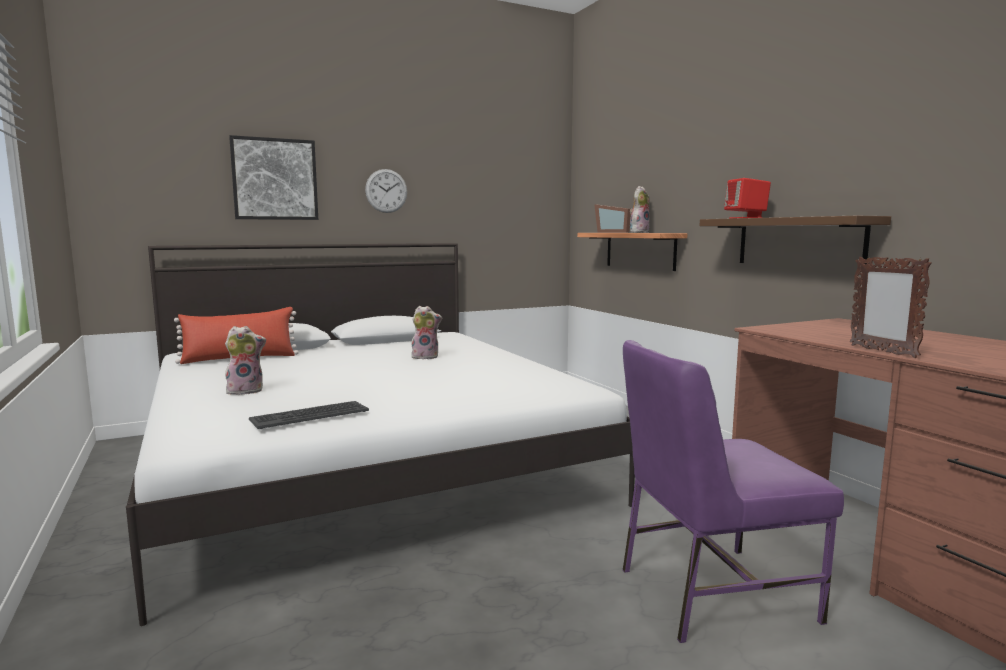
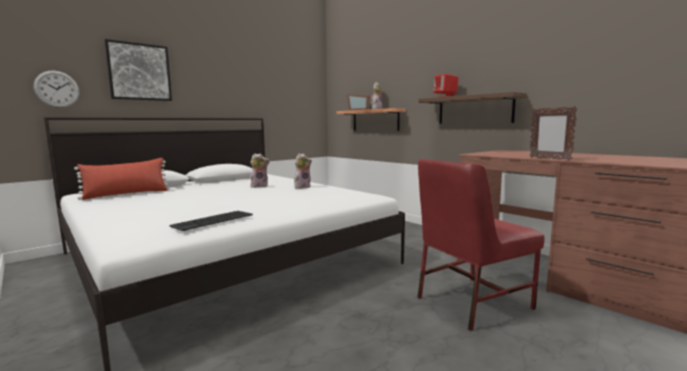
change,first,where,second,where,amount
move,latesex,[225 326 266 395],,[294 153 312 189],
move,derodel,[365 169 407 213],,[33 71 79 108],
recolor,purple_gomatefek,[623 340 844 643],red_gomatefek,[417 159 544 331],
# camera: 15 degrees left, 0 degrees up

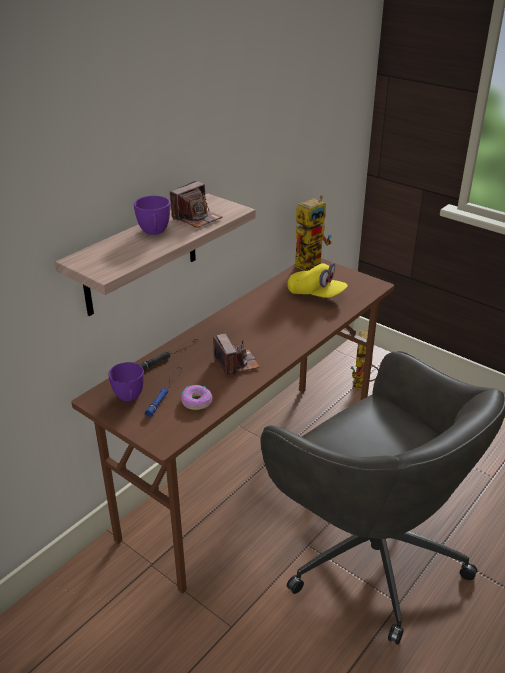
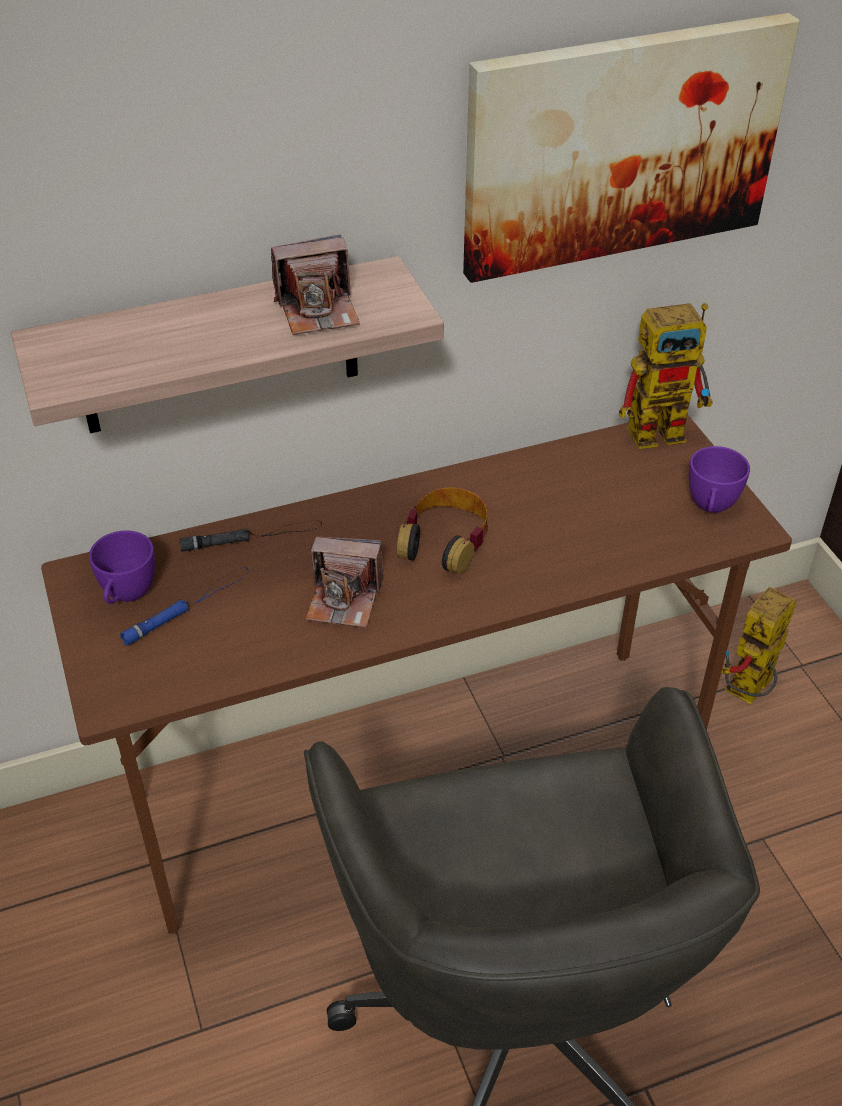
change,first,where,second,where,amount
move,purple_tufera,[134 196 170 235],,[689 446 750 513],
delete,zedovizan,[181 385 213 410],,,
rotate,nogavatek,[213 334 260 376],,[306 536 383 628],90 degrees clockwise
delete,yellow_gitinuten,[287 263 348 298],,,
insert,,,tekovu,[397 487 488 574],
insert,,,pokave,[463 13 800 283],
# camera: 30 degrees right, 10 degrees up

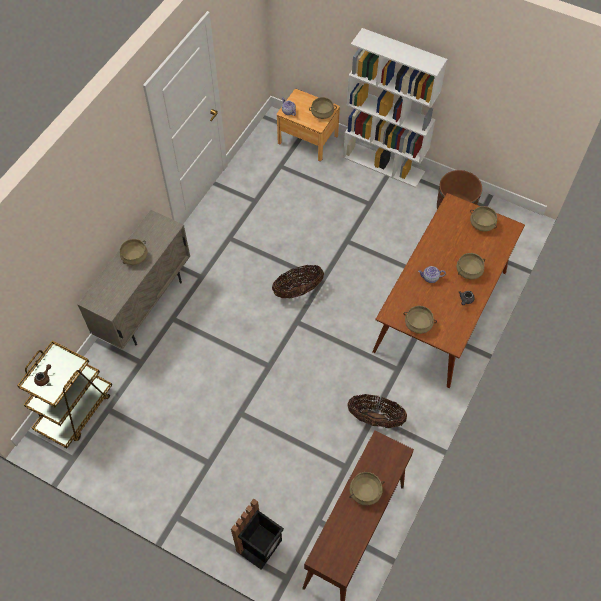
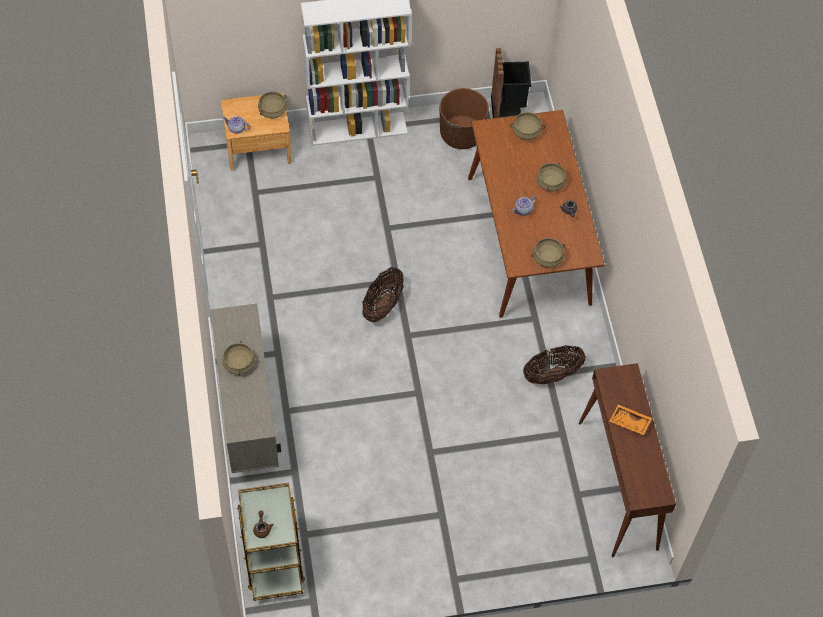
change,first,where,second,where,amount
move,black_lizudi,[231 498 284 570],,[491 48 531 118],
replace,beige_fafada,[349 472 385 505],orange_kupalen,[609 405 652 435],
# camera: 40 degrees left, 0 degrees up

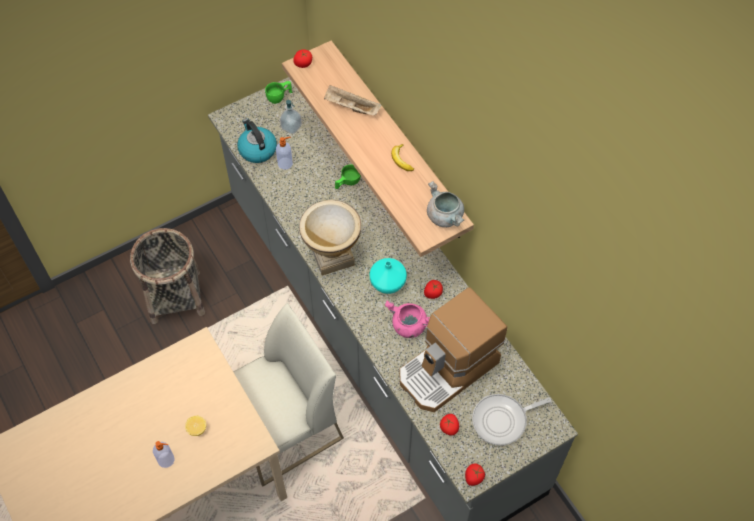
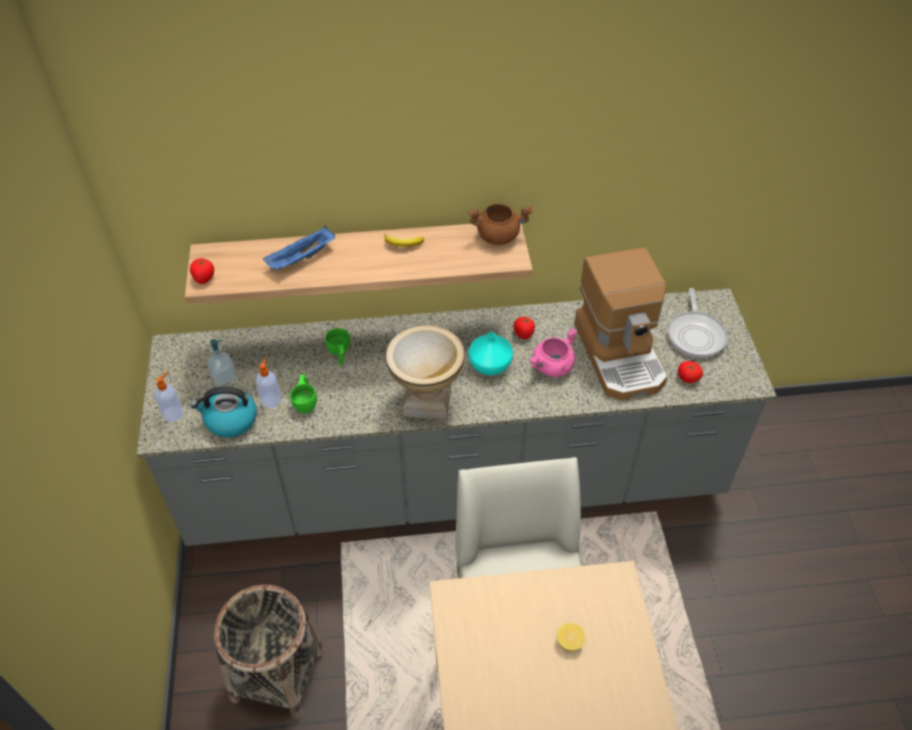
change,first,where,second,where,amount
move,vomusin,[153 441 174 468],,[155 371 183 422],
move,green_tufera,[265 81 292 104],,[290 374 317 413],
recolor,beige_kupalen,[324 85 382 116],blue_kupalen,[263 226 335 271],
recolor,grey_fafada,[427 181 464 227],brown_fafada,[468 204 533 245],
delete,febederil,[465 463 485 486],,,
# camera: 65 degrees left, 10 degrees down

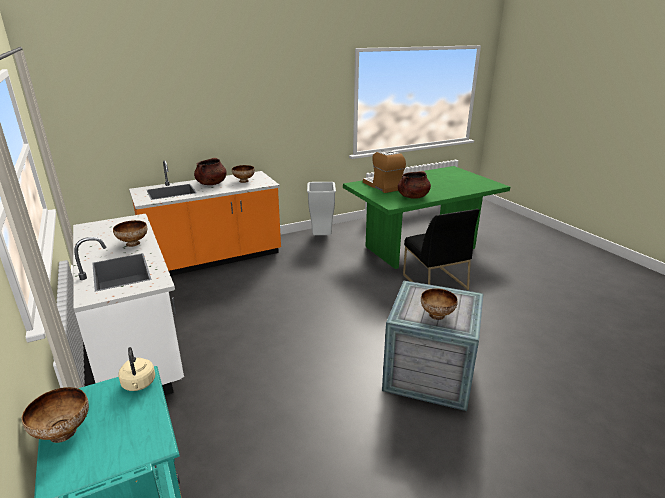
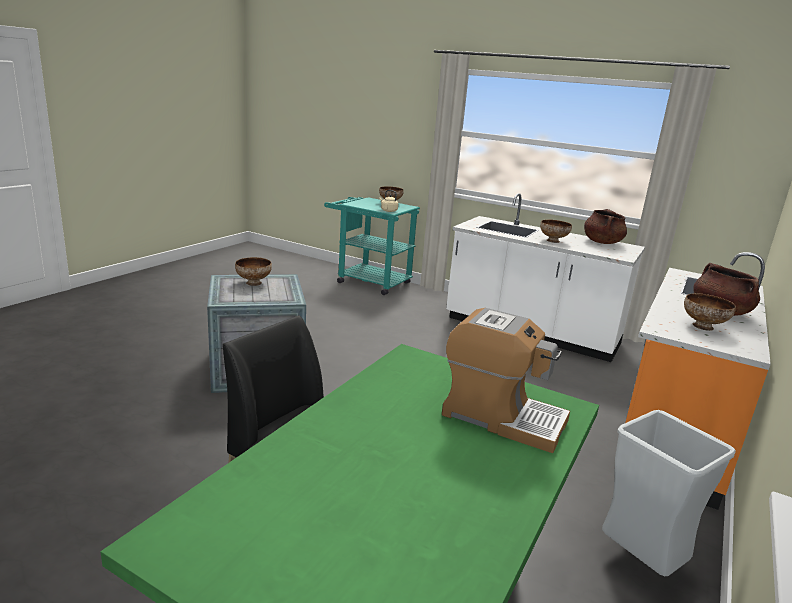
change,first,where,second,where,amount
move,brown_fafada,[398 171 431 199],,[584 209 627 244],
# camera: 145 degrees right, 5 degrees down

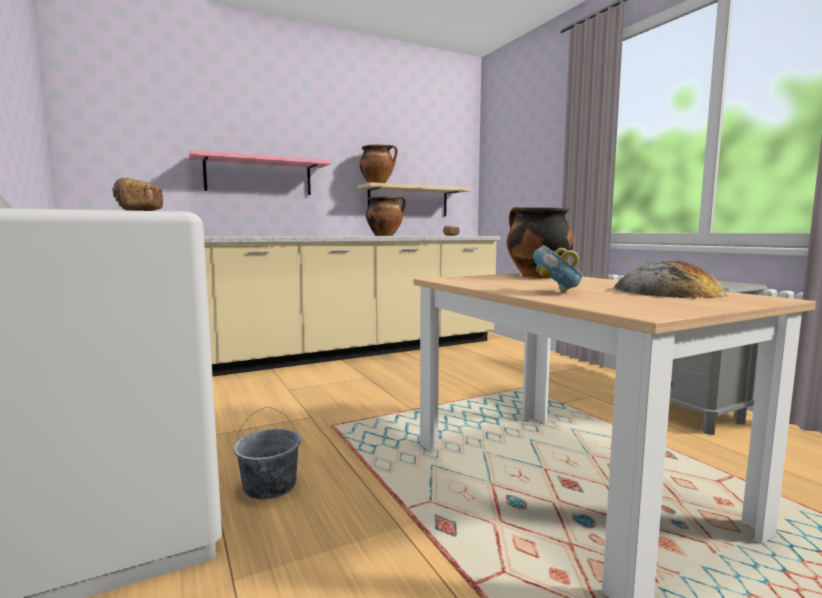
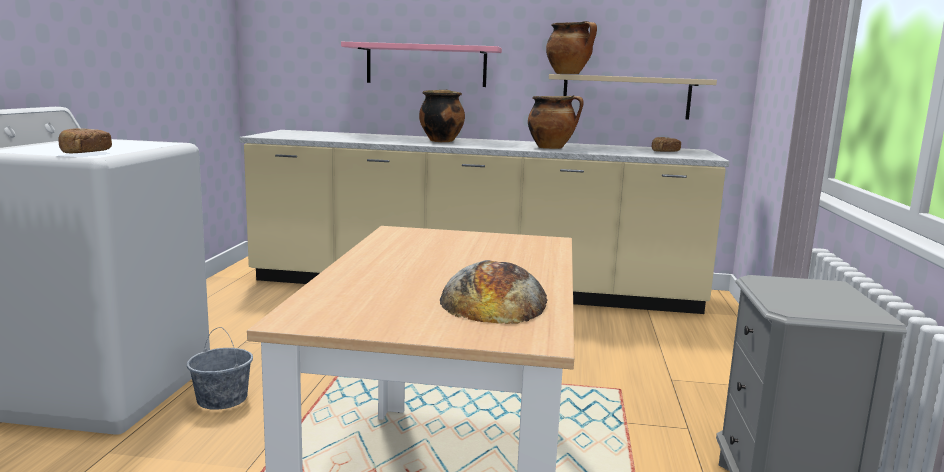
change,first,where,second,where,amount
move,fafada,[507 207 574 278],,[419 90 465 142],
delete,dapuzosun,[533 245 583 292],,,
# camera: 35 degrees right, 5 degrees up

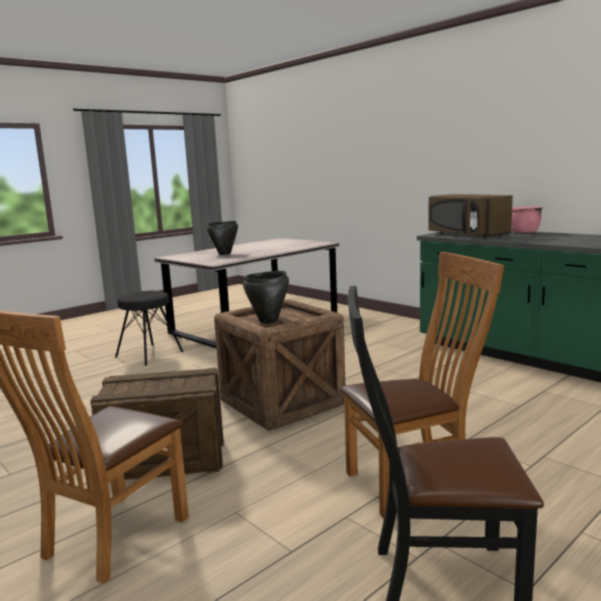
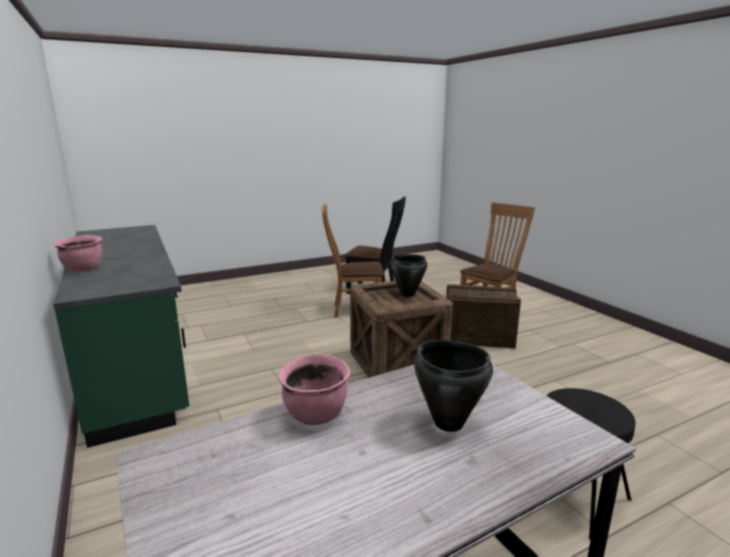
change,first,where,second,where,amount
delete,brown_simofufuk,[428 194 513 238],,,
insert,,,pink_fafada,[279 354 350 425],
# camera: 165 degrees left, 5 degrees up

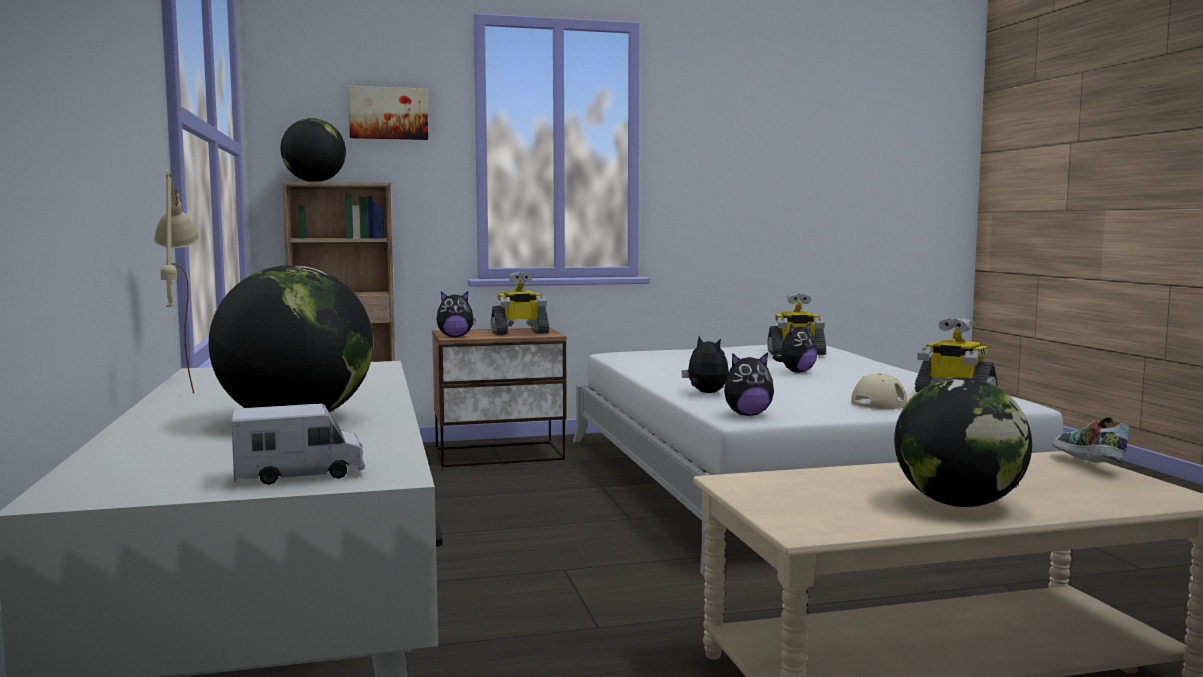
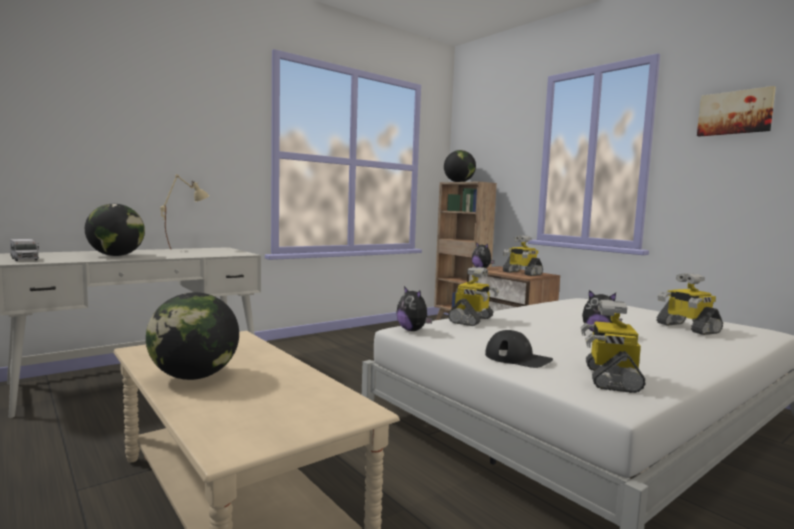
change,first,where,second,where,amount
move,pokave,[348 86 428 140],,[697 86 776 137],
replace,latesex,[681 336 729 393],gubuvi,[448 267 499 326],
recolor,beige_gitinuten,[851 373 914 409],black_gitinuten,[485 330 553 368],
delete,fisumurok,[1052 417 1130 464],,,
# camera: 65 degrees right, 0 degrees up

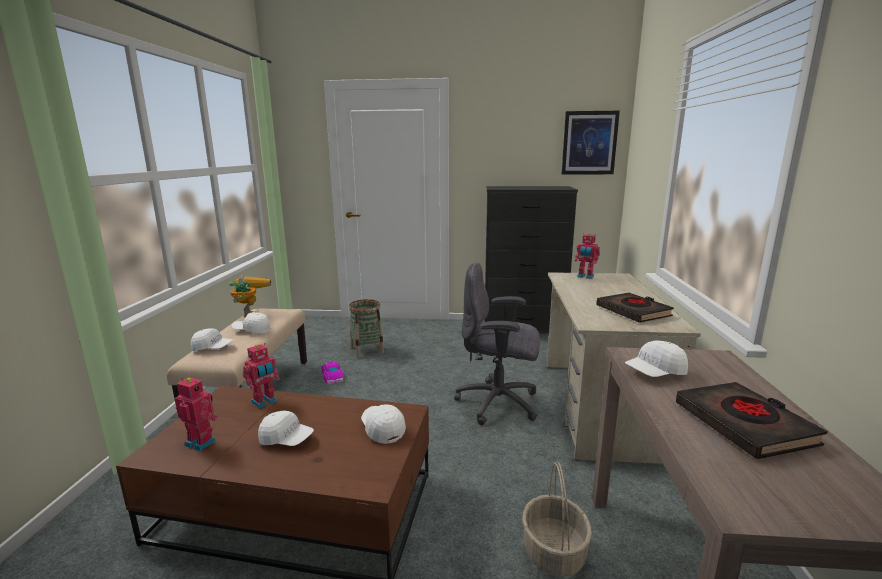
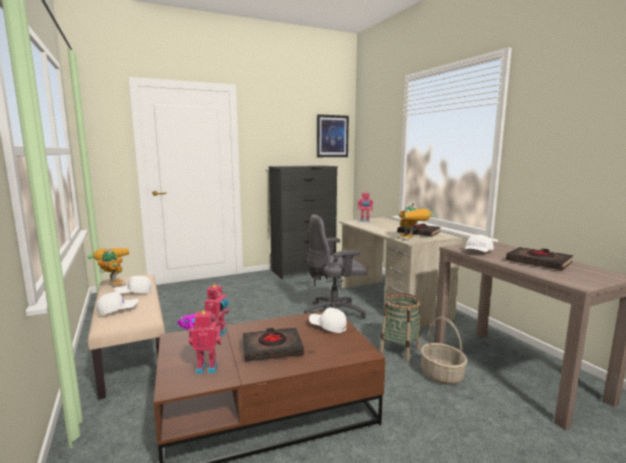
change,first,where,second,where,amount
replace,white_gitinuten,[258 411 314 446],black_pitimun,[243 327 304 361],
move,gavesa,[349 299 384 358],,[380 293 421 361],
insert,,,gubuvi,[397 201 434 241],
# camera: 30 degrees left, 5 degrees down

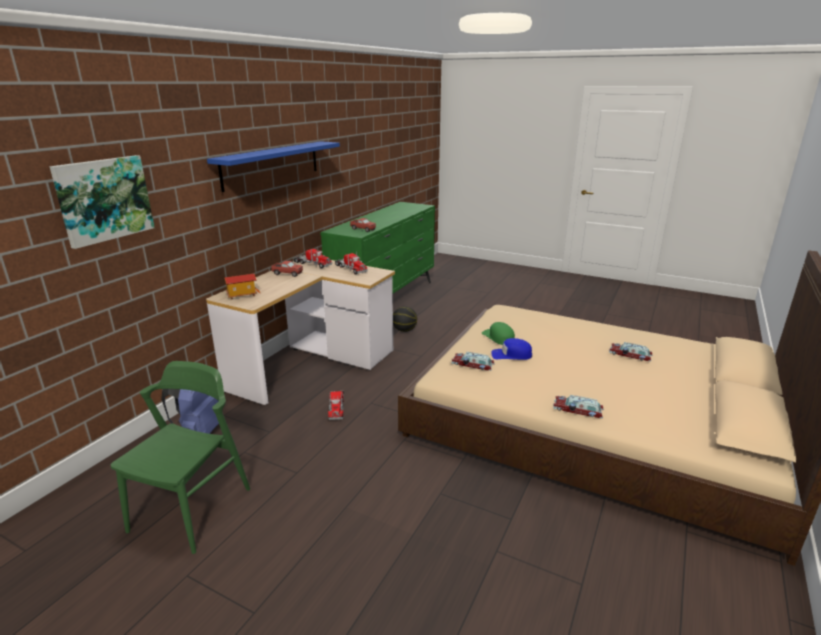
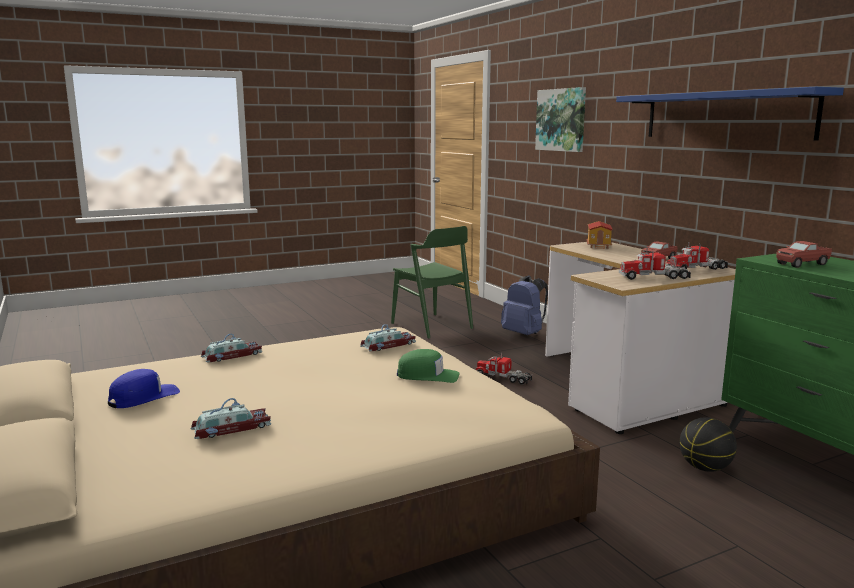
change,first,where,second,where,amount
move,blue_gitinuten,[491 338 532 360],,[108 369 180 408],
# camera: 125 degrees right, 10 degrees down

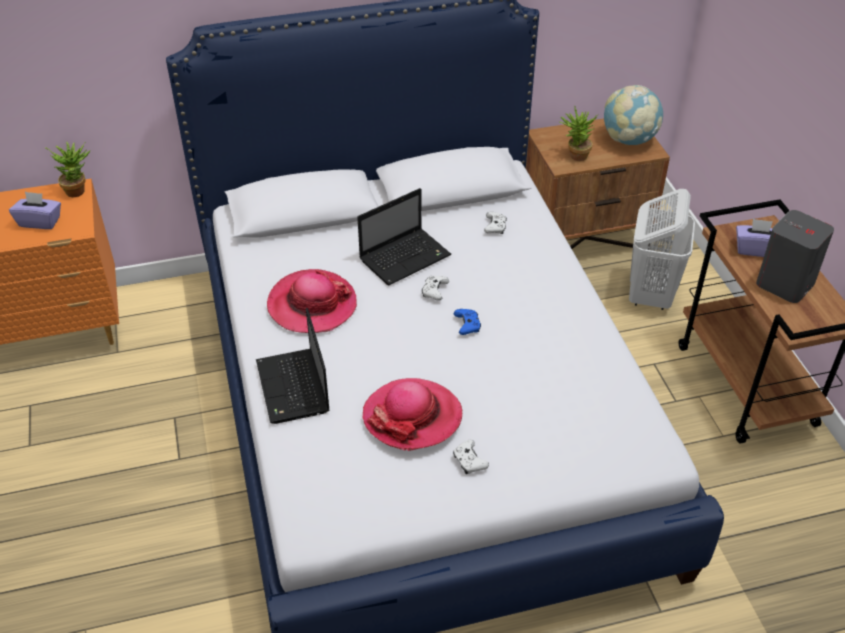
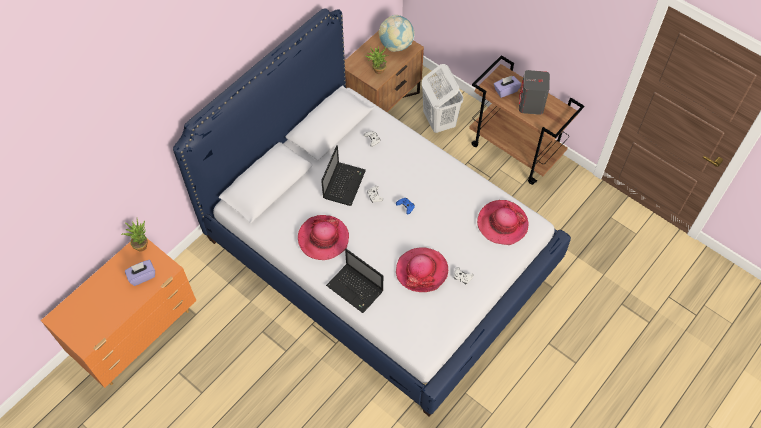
change,first,where,second,where,amount
insert,,,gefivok,[477 200 529 245],
# camera: 35 degrees left, 15 degrees up

